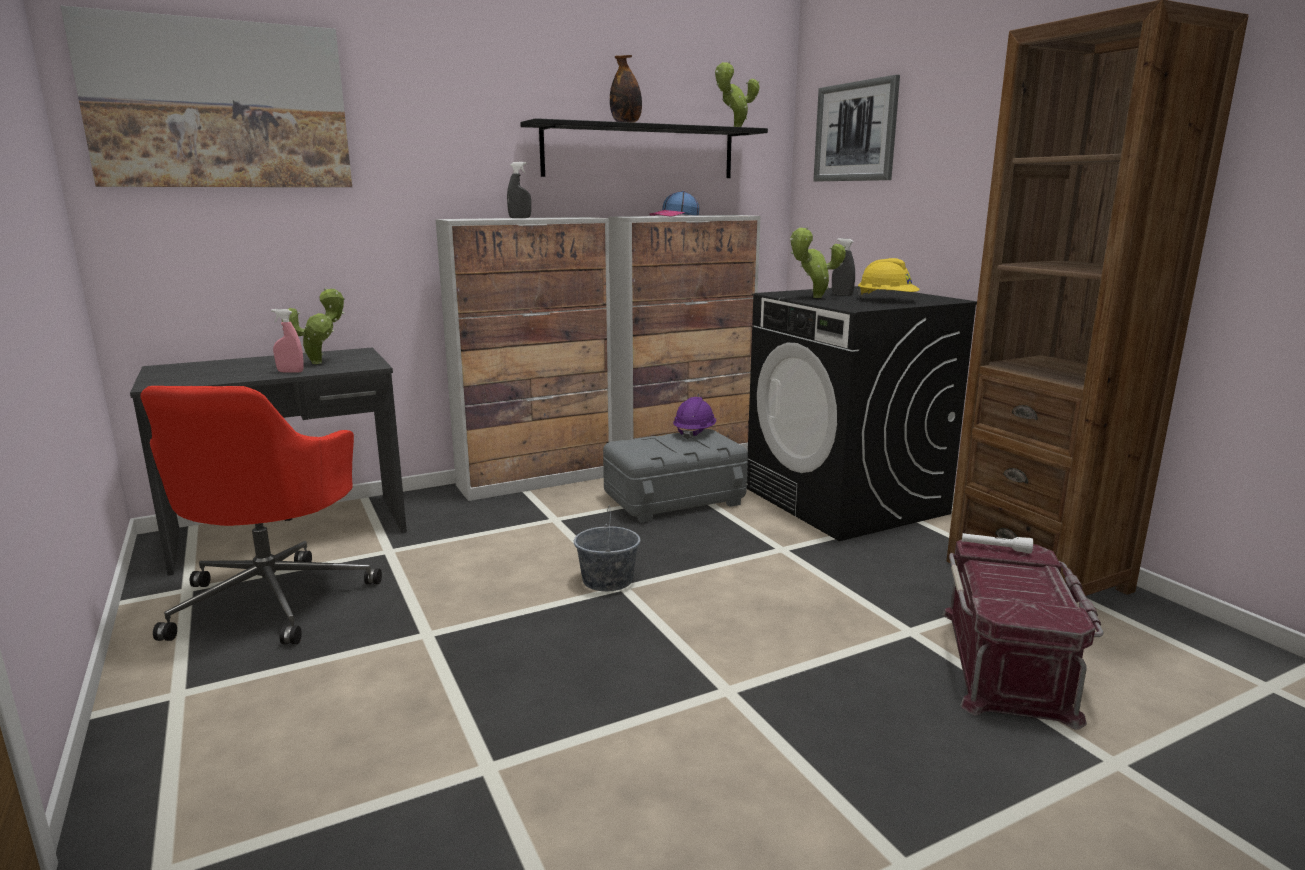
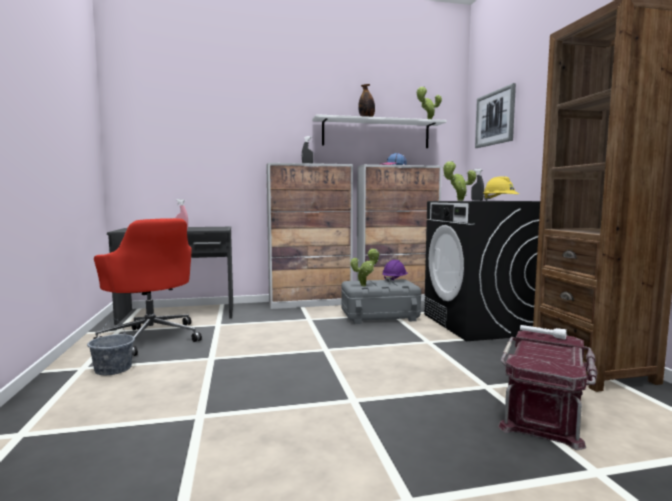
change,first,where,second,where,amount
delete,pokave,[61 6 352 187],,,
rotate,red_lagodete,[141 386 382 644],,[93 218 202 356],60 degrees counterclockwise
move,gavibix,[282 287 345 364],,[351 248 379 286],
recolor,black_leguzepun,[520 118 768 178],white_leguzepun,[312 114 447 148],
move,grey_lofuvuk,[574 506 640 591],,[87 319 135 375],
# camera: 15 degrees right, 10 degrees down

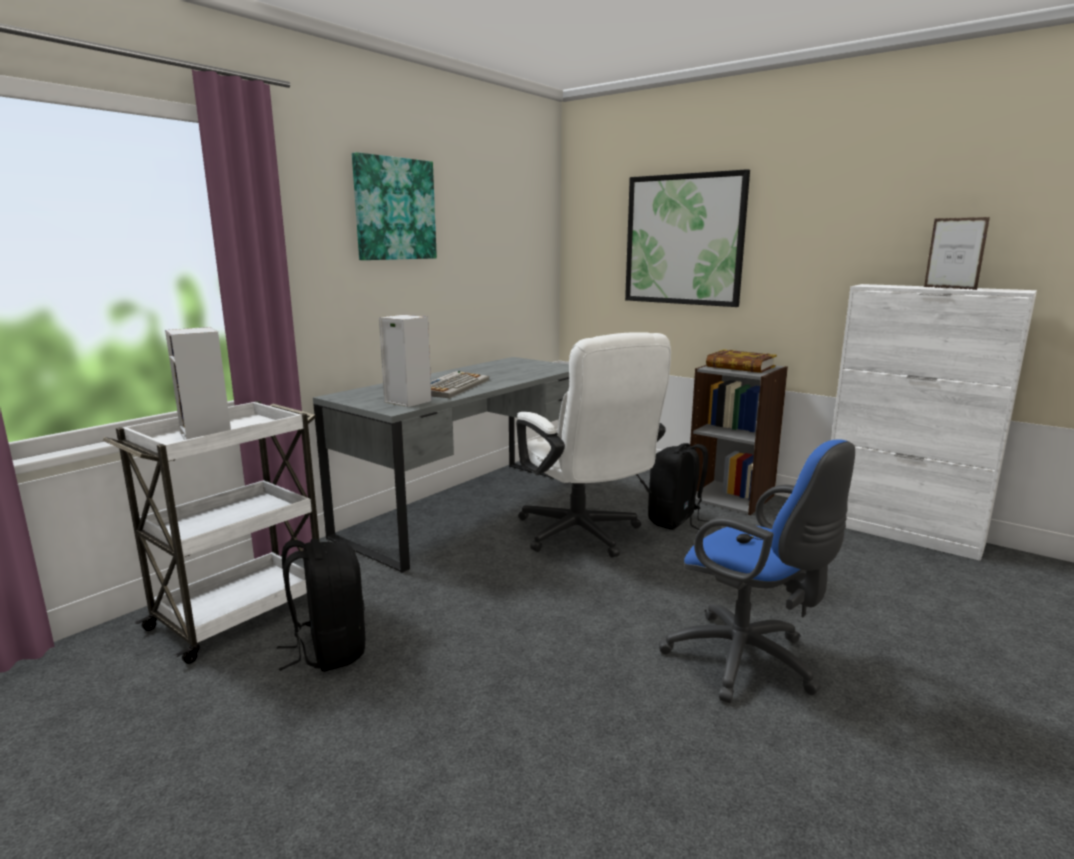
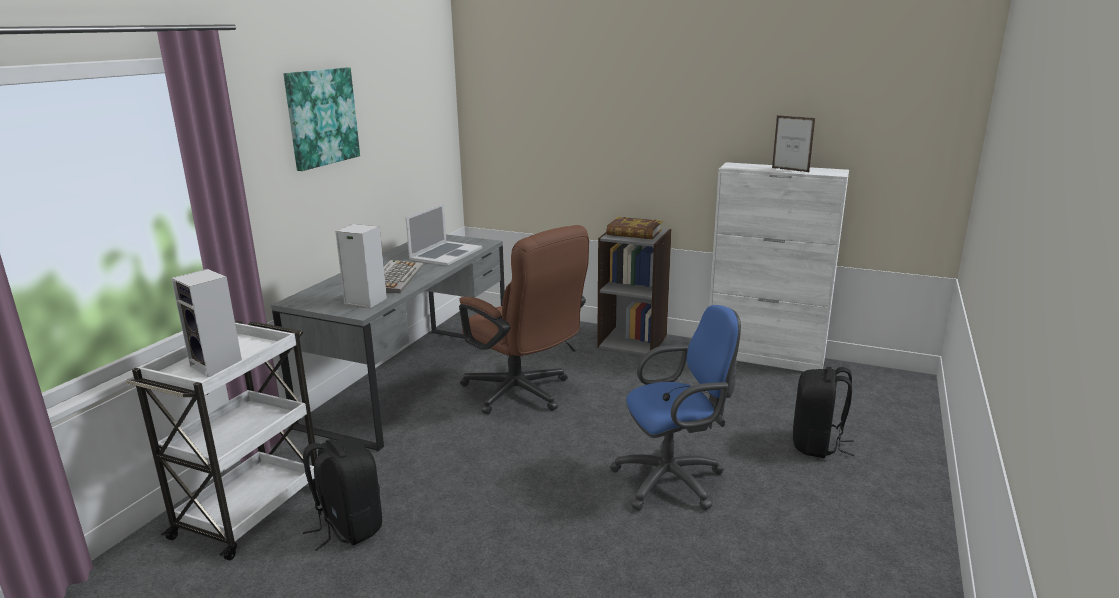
change,first,where,second,where,amount
recolor,white_lagodete,[516 332 671 558],brown_lagodete,[459 225 589 415],
delete,pokave,[625 169 750 307],,,
move,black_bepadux,[648 443 709 530],,[793 367 854 458],
rotate,blue_lagodete,[659 439 855 703],,[610 305 741 511],45 degrees counterclockwise
insert,,,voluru,[406 203 482 266],
# camera: 15 degrees left, 5 degrees up

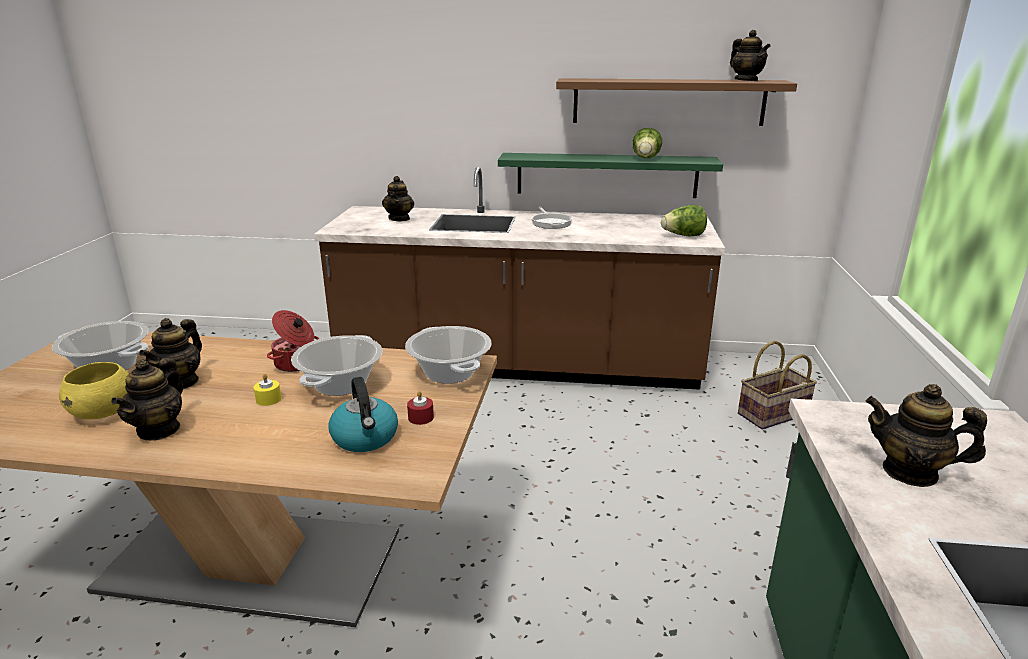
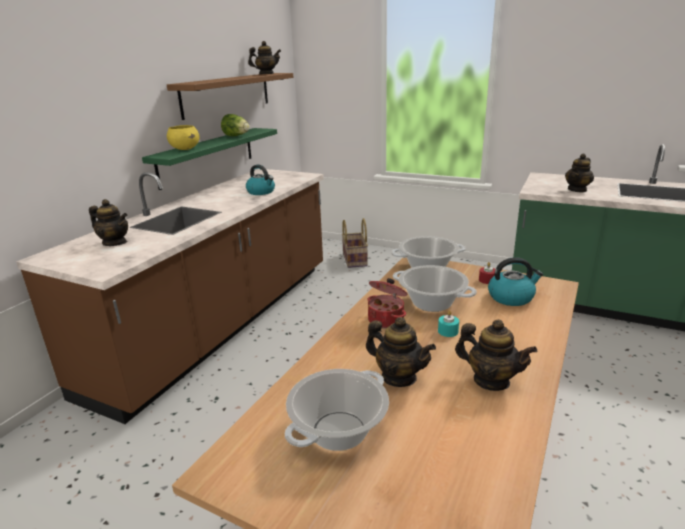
change,first,where,second,where,amount
move,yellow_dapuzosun,[59 362 129 419],,[167 125 199 150],
recolor,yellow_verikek,[253 374 281 406],turquoise_verikek,[438 310 459 337],
delete,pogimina,[531 207 573 229],,,
delete,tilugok,[661 205 707 236],,,
insert,,,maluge,[246 164 275 195],
# camera: 70 degrees left, 0 degrees up

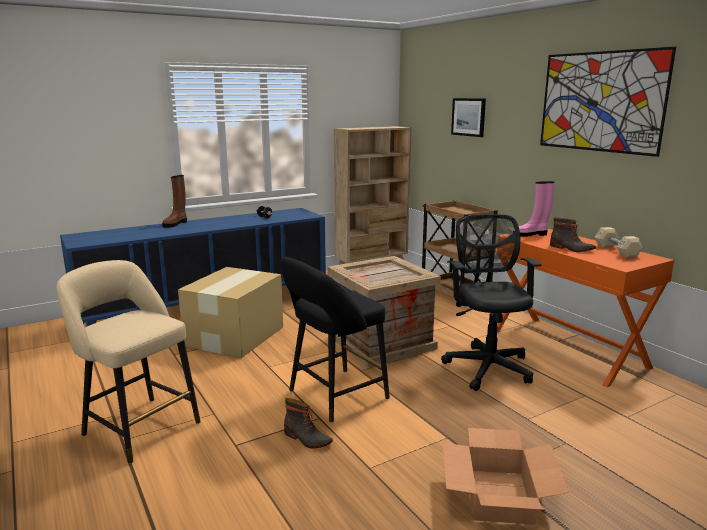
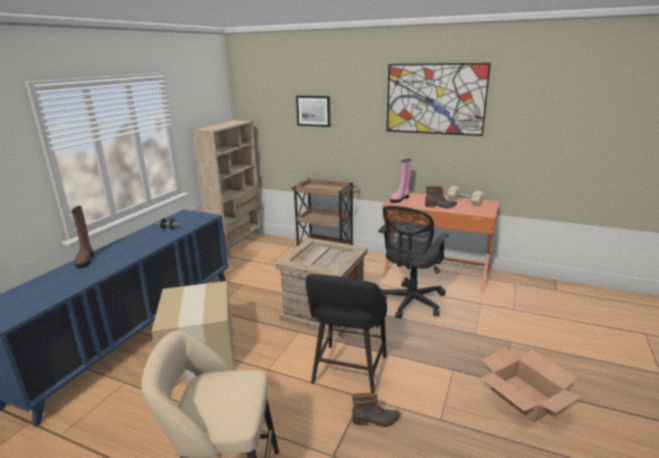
change,first,where,second,where,amount
rotate,black_lagodete,[441 214 542 391],,[378 206 449 319],105 degrees counterclockwise
# camera: 35 degrees left, 5 degrees up

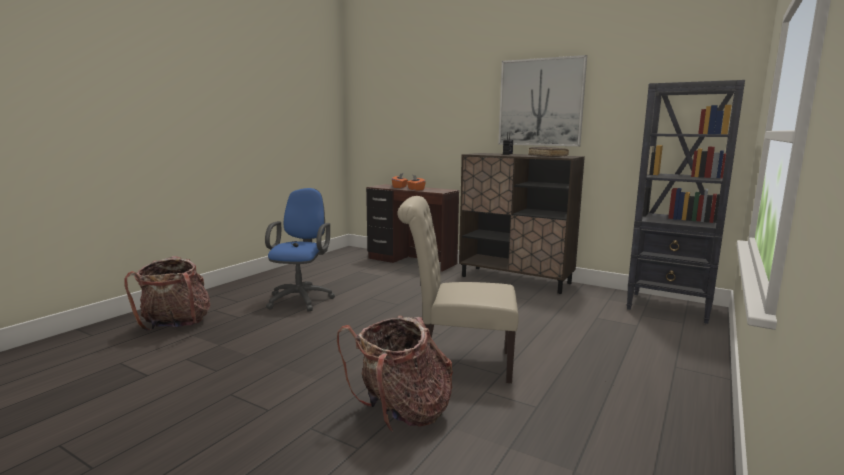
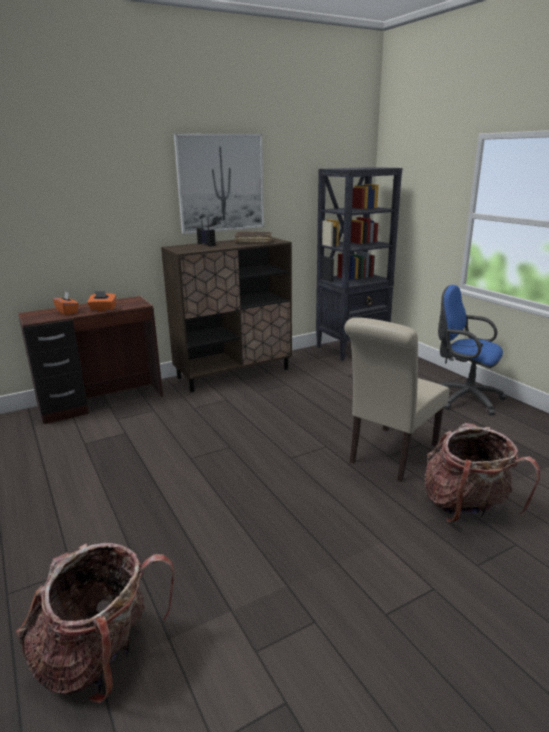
change,first,where,second,where,amount
move,blue_lagodete,[265 188 335 312],,[438 285 507 416],
# camera: 60 degrees left, 10 degrees up

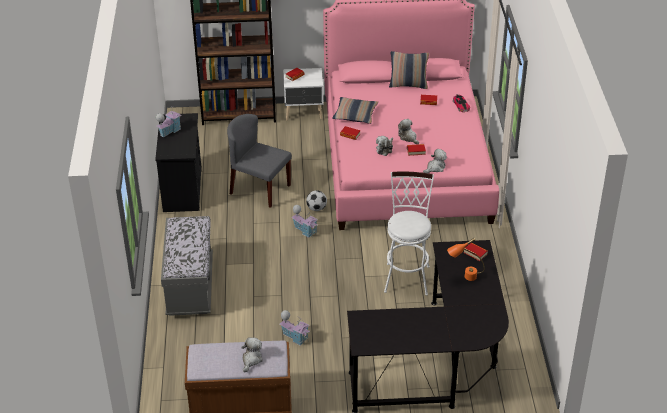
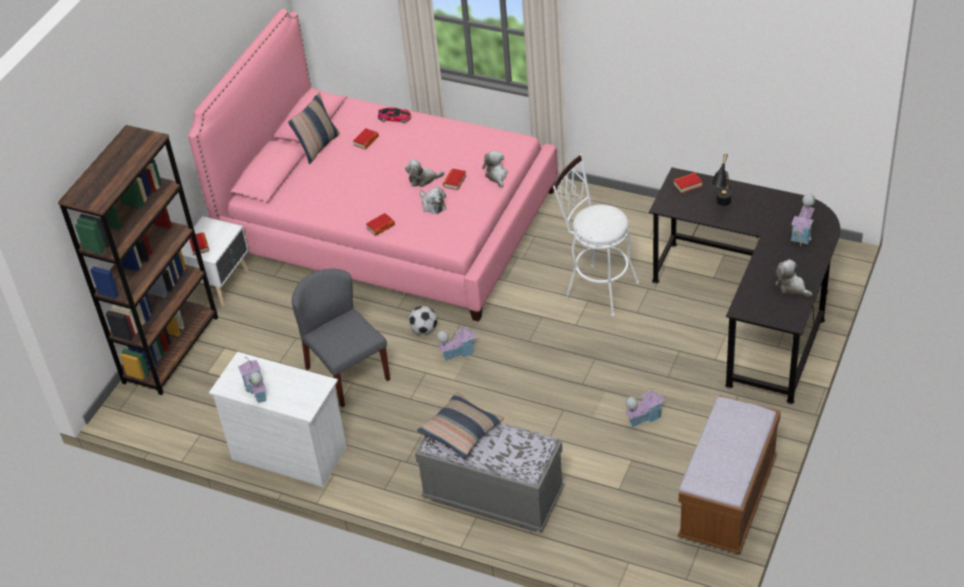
change,first,where,second,where,amount
recolor,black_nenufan,[155 113 202 212],white_nenufan,[209 352 347 487],
rotate,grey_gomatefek,[227 114 292 208],,[292 269 390 407],90 degrees clockwise
move,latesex,[241 337 263 372],,[776 259 812 297],
move,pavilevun,[332 97 378 124],,[417 392 504 459],
recolor,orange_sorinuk,[447 238 485 281],black_sorinuk,[711 154 731 206],
insert,,,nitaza,[791 194 815 246],
# camera: 60 degrees left, 5 degrees up

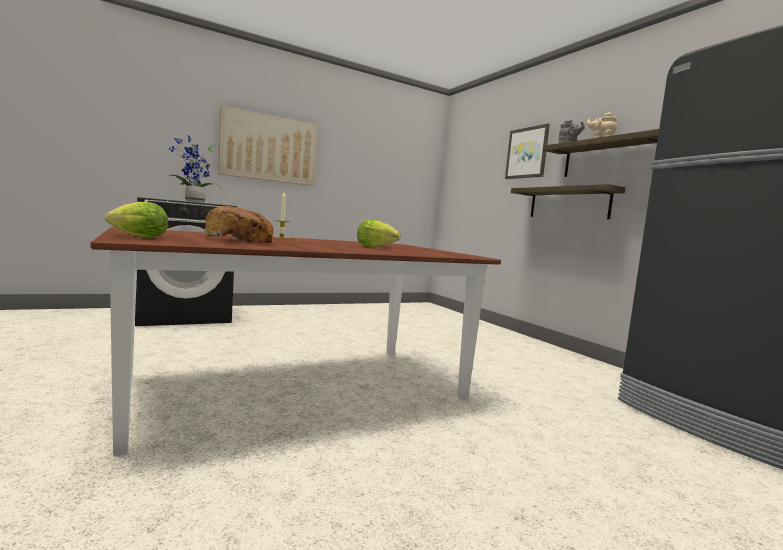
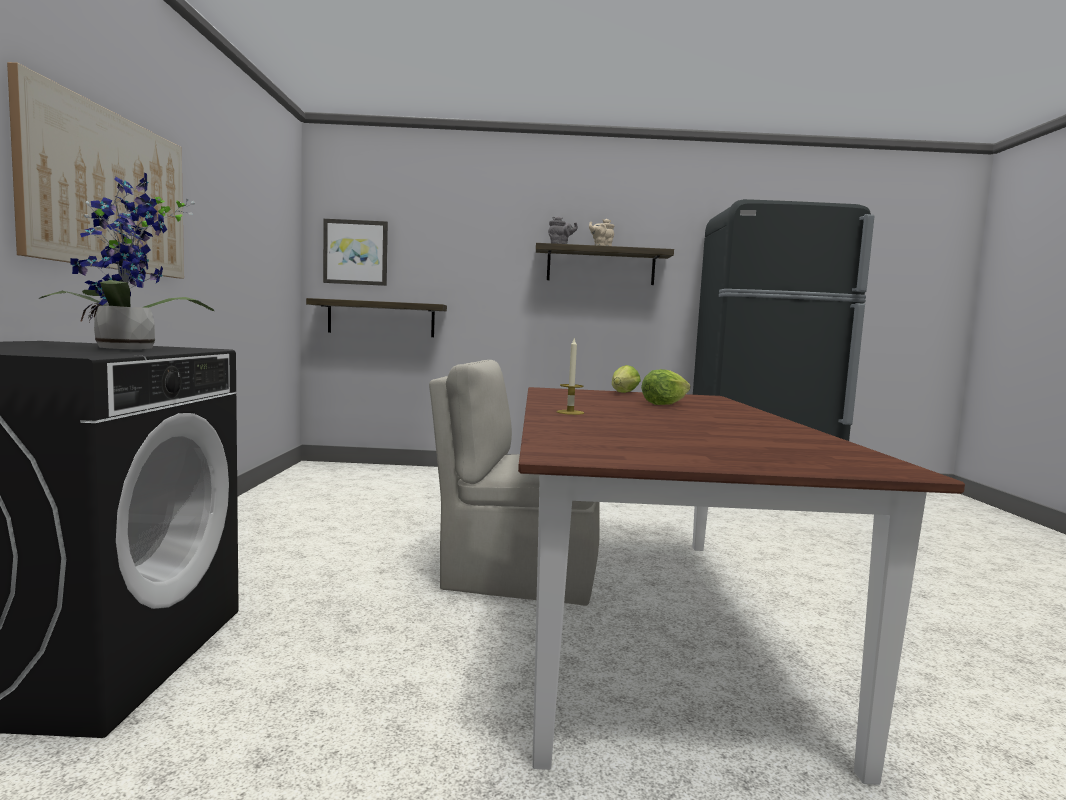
change,first,where,second,where,amount
move,tilugok,[105 202 168 238],,[612 365 641 393],
delete,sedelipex,[204 206 274 244],,,
move,pokave,[505 123 550 179],,[323 219 388 286],
move,leguzepun,[511 184 626 219],,[306 298 447 337],
insert,,,beige_gomatefek,[429 360 600 606],
# camera: 60 degrees left, 0 degrees up

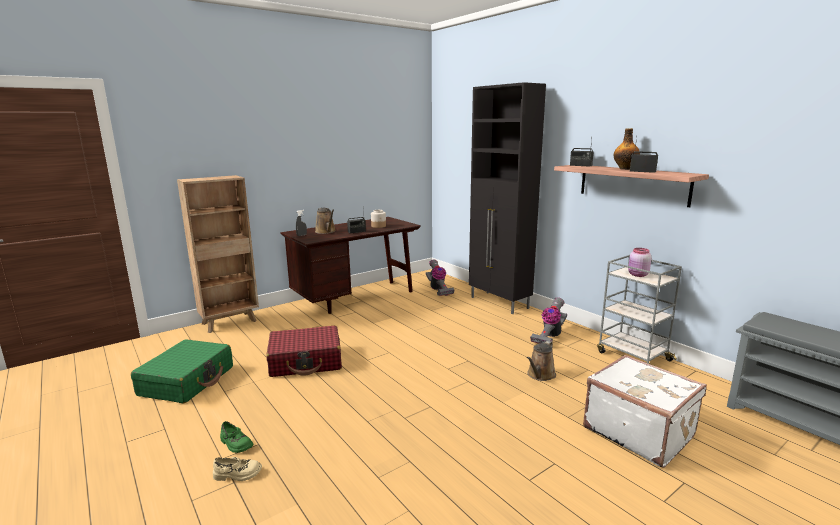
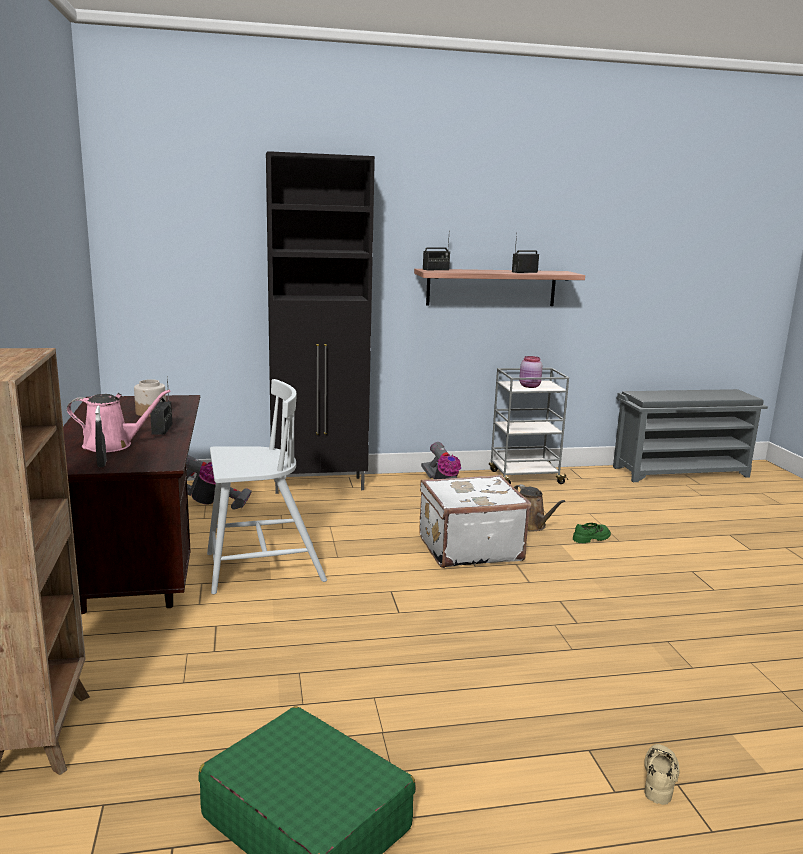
change,first,where,second,where,amount
move,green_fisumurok,[220 421 253 453],,[573 523 611 543],
delete,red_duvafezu,[266 326 342 377],,,
recolor,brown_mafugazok,[315 208 336 234],pink_mafugazok,[67 389 170 452],
move,white_duvafezu,[583 355 707 468],,[419 475 531 568],
delete,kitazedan,[614 128 640 170],,,
insert,,,white_gomatefek,[207 379 327 594],
# camera: 65 degrees left, 0 degrees up

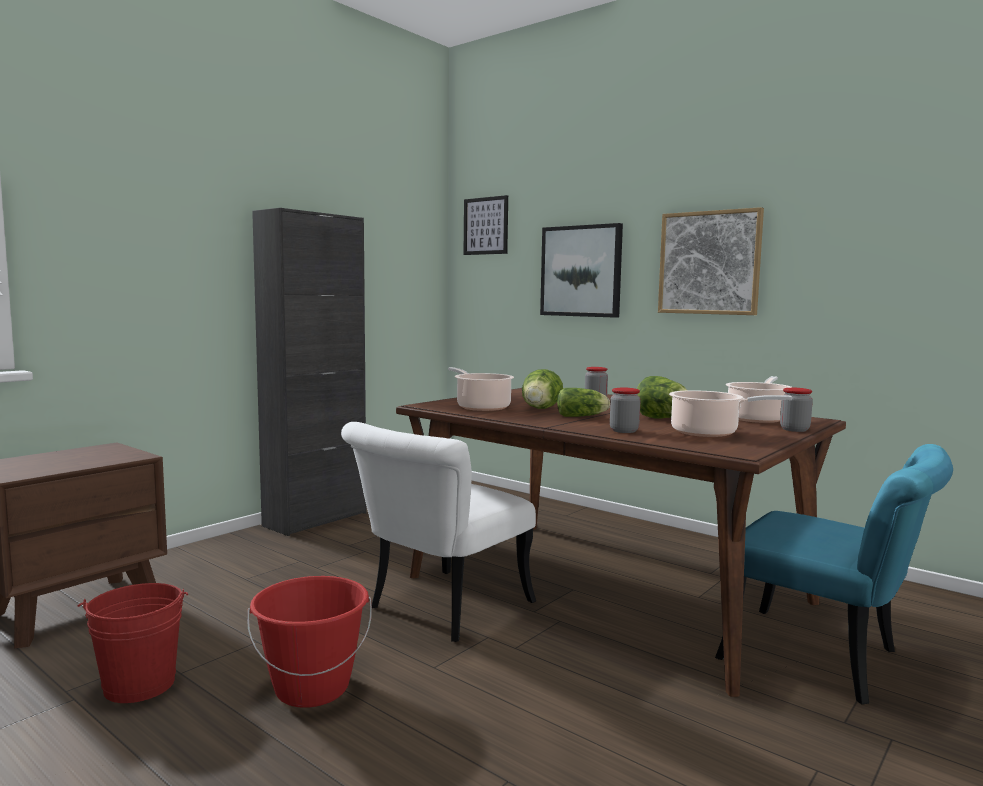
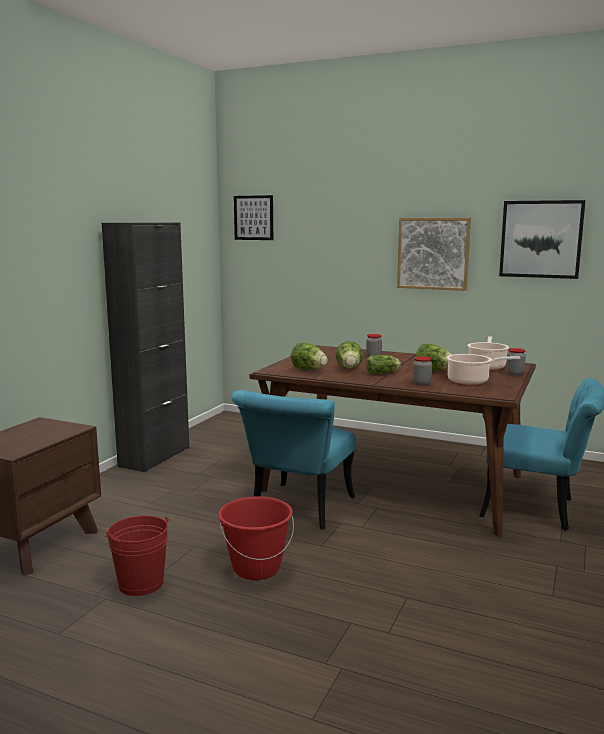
change,first,where,second,where,amount
recolor,white_gomatefek,[341 422 536 642],turquoise_gomatefek,[231 390 356 529],
replace,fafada,[448 367 514 411],tilugok,[291 342 328 370],
move,pokave,[540 223 623 318],,[499 200 586 279],
# camera: 15 degrees left, 5 degrees up

